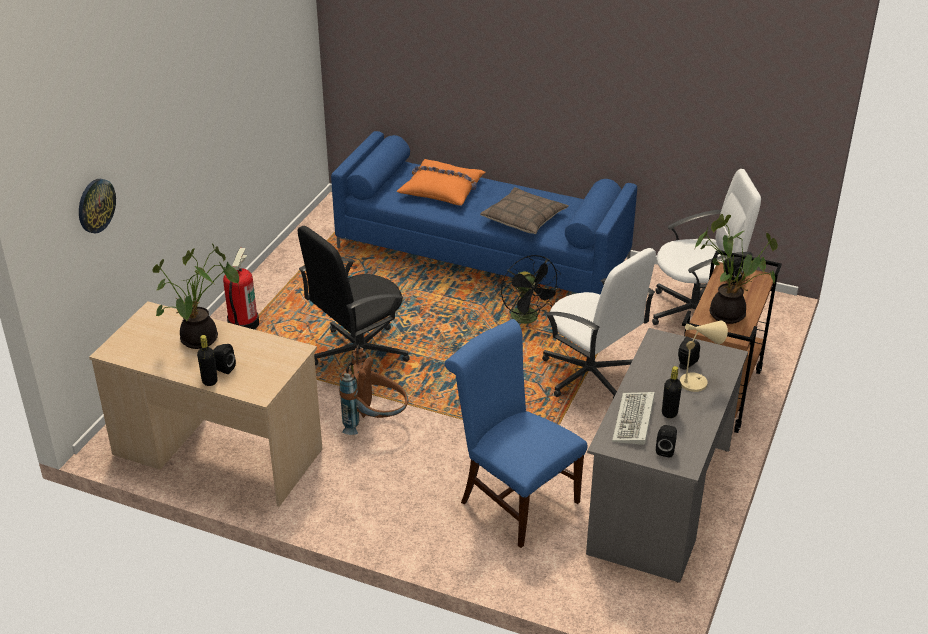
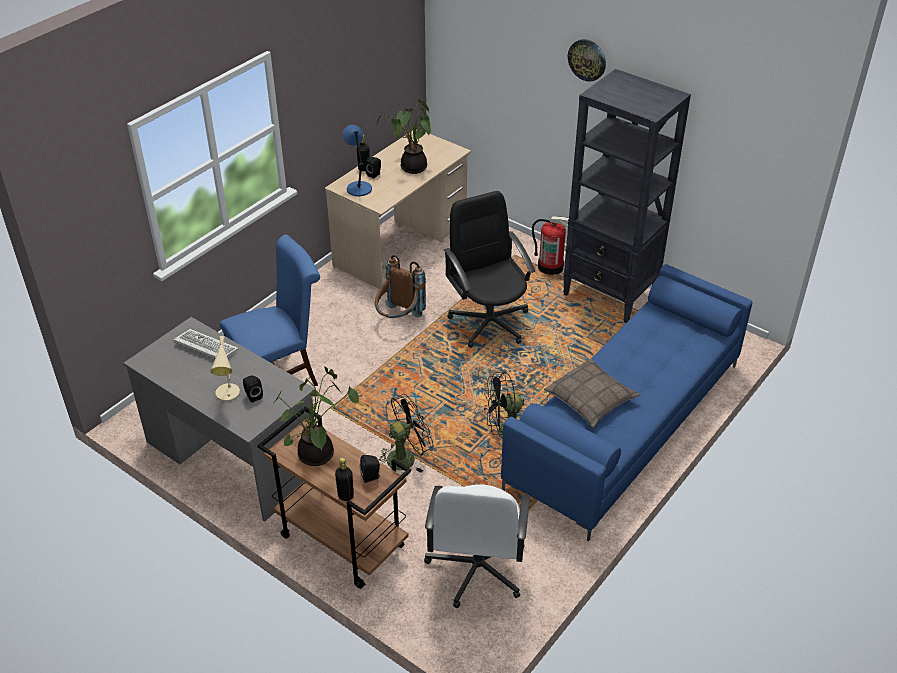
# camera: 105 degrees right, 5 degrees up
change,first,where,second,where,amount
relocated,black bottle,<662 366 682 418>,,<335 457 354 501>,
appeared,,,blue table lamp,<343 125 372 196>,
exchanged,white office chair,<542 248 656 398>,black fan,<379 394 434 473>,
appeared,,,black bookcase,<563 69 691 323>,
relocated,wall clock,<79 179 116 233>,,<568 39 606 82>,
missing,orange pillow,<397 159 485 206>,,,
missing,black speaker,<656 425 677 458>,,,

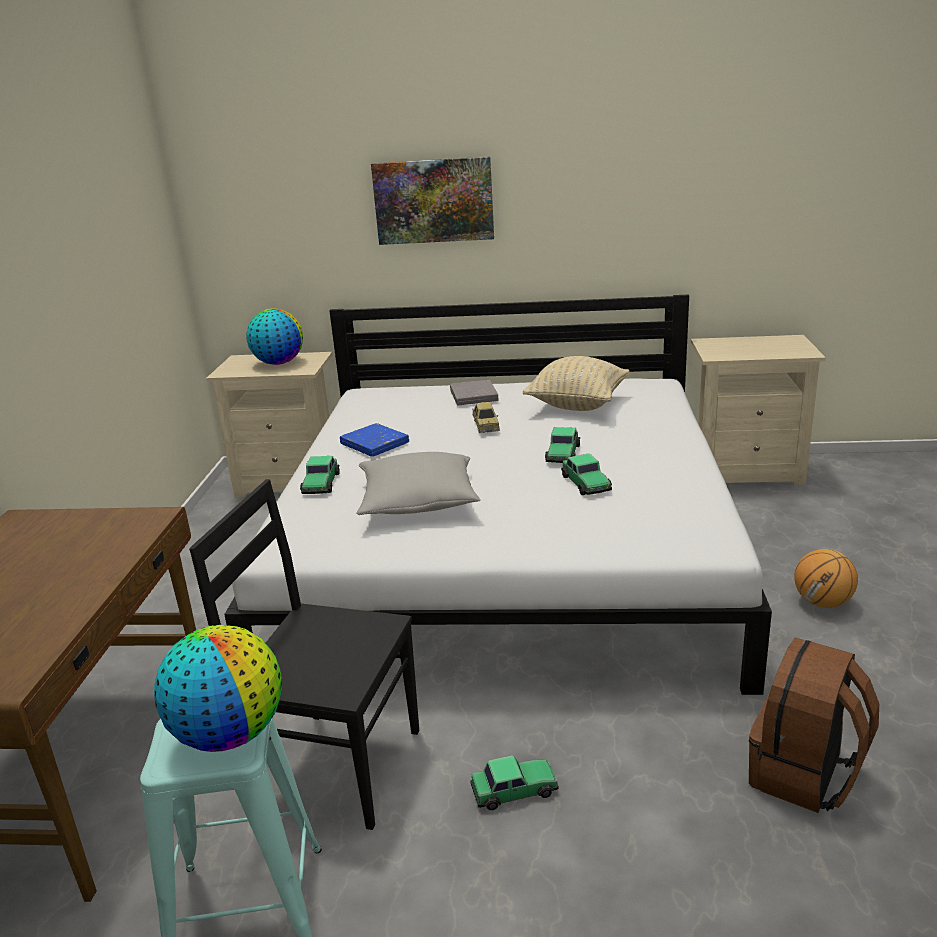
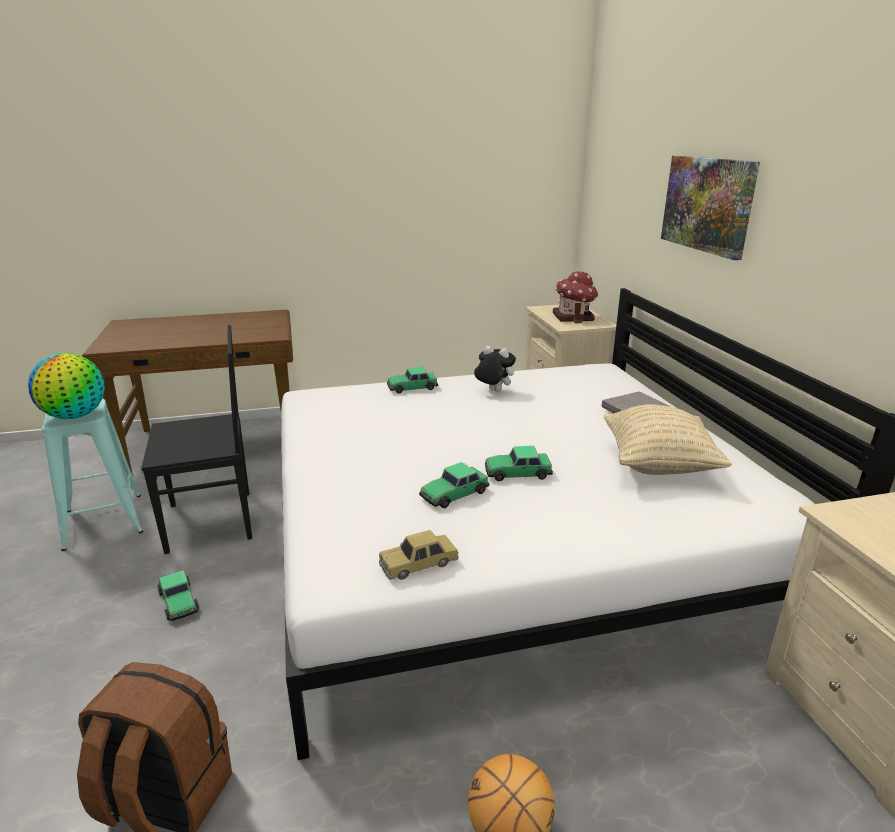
# camera: 70 degrees right, 0 degrees up
change,first,where,second,where,amount
spun,black chair,<189 479 419 830>,,<142 325 252 554>,75 degrees clockwise
relocated,toy car,<472 402 500 433>,,<379 530 459 580>,
exchanged,blue book,<340 423 409 457>,plush toy,<474 346 516 392>,
exchanged,globe,<246 308 303 365>,toy house,<553 271 598 323>,
missing,grey pillow,<356 452 481 515>,,,

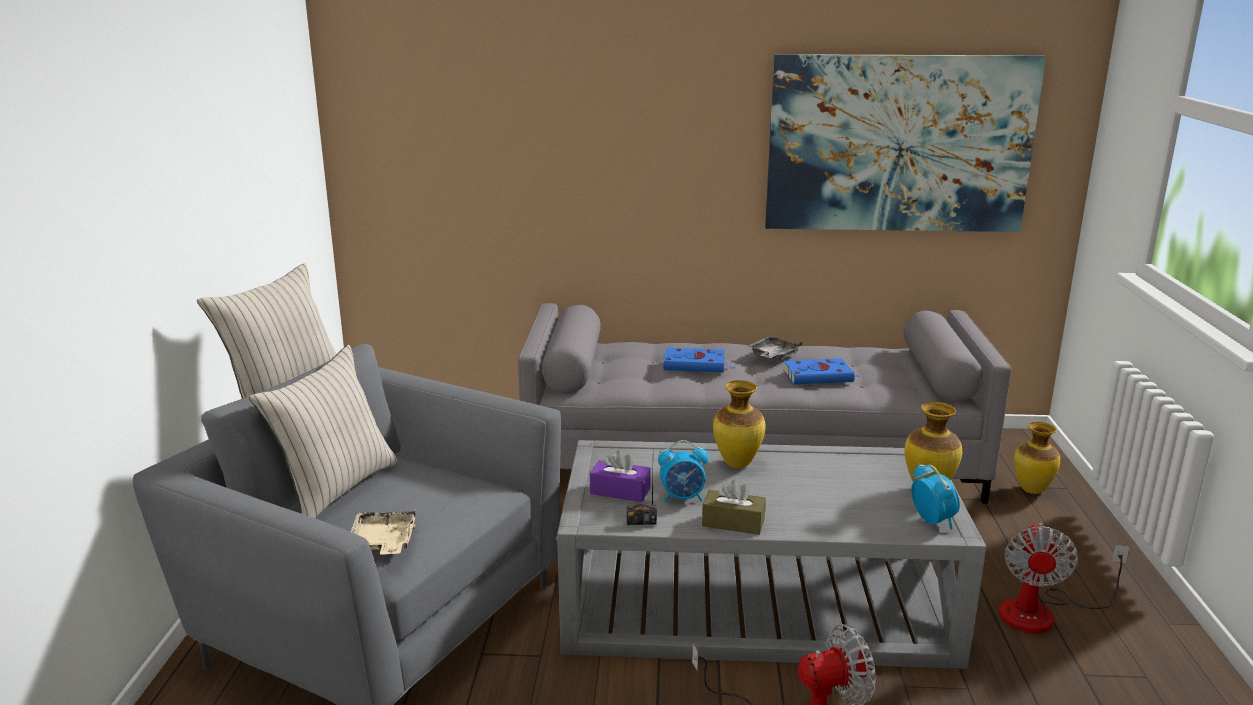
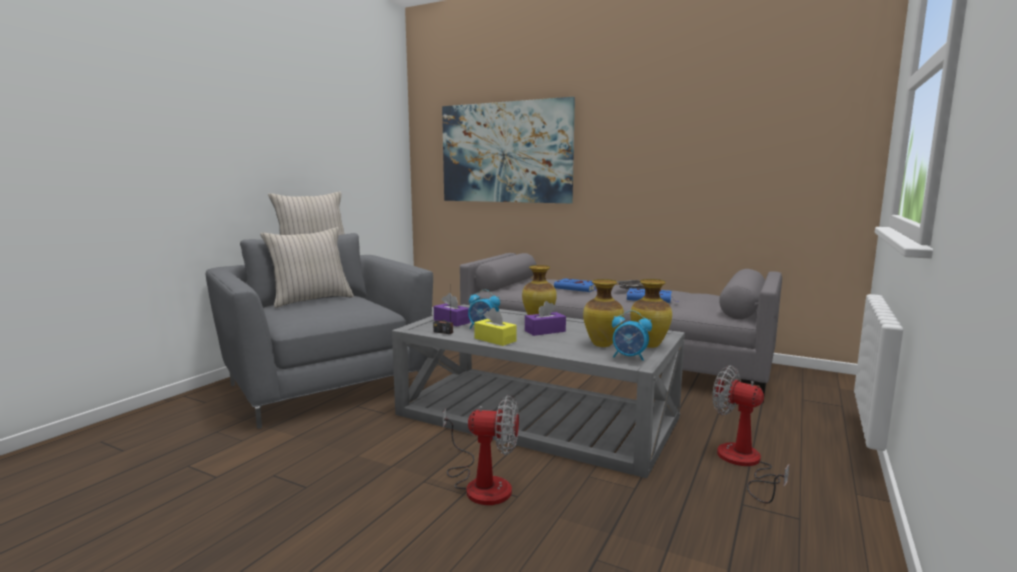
# camera: 25 degrees right, 10 degrees down
change,first,where,second,where,amount
relocated,picture,<765 54 1046 232>,,<442 97 575 203>,
colour,brown tissue box,<702 480 766 535>,yellow tissue box,<474 308 517 346>,
appeared,,,purple tissue box,<525 301 566 336>,
relocated,vase,<1014 422 1060 494>,,<583 279 624 347>,
spun,alarm clock,<911 464 960 530>,,<612 310 652 361>,105 degrees clockwise
spun,fan,<999 523 1130 634>,,<712 366 789 504>,90 degrees clockwise
missing,beige tray,<351 508 416 555>,,,

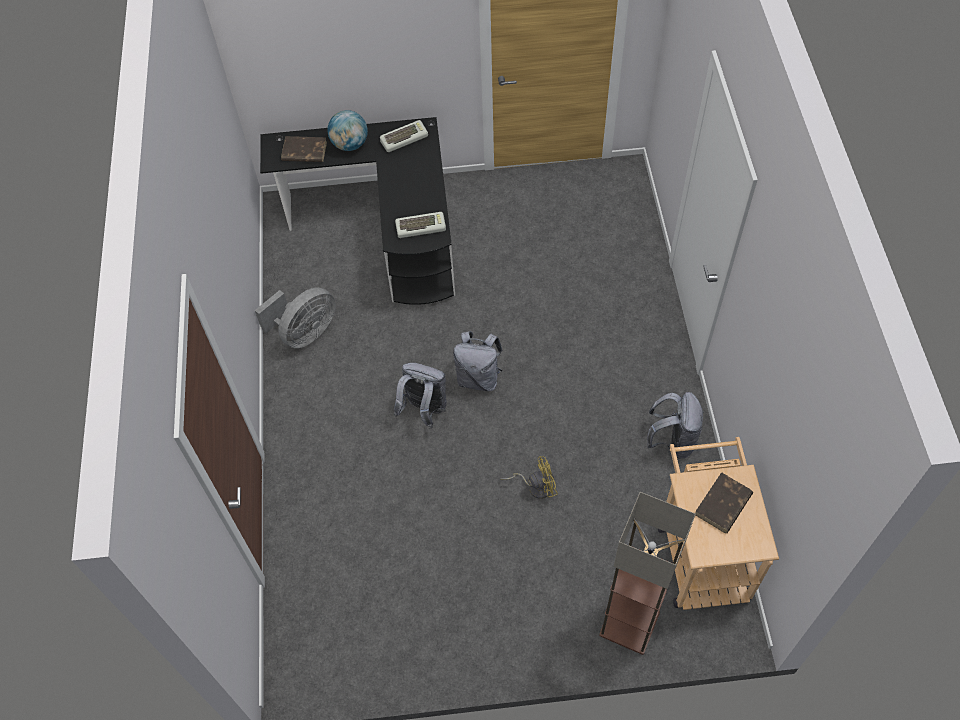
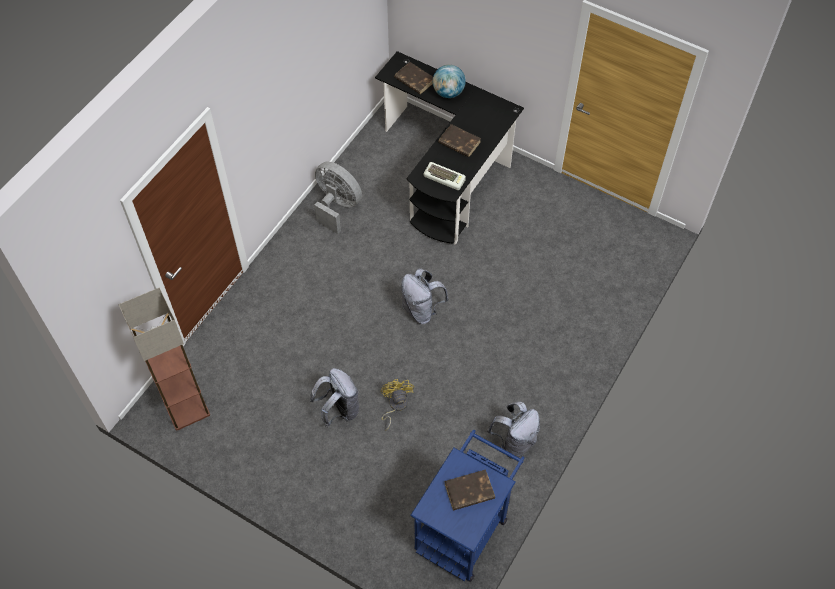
# camera: 35 degrees right, 0 degrees up
change,first,where,second,where,amount
relocated,floor lamp,<599 492 696 655>,,<118 287 210 431>,
relocated,grey backpack,<394 363 447 428>,,<310 368 359 427>,
spun,grey fan,<255 288 336 348>,,<314 161 362 234>,135 degrees counterclockwise
spun,yellow fan,<500 456 558 499>,,<381 379 414 431>,120 degrees counterclockwise
colour,beige cart,<658 437 779 610>,blue cart,<410 429 525 582>,
appeared,,,brown book,<438 124 481 157>,
missing,keyboard,<380 120 428 152>,,,

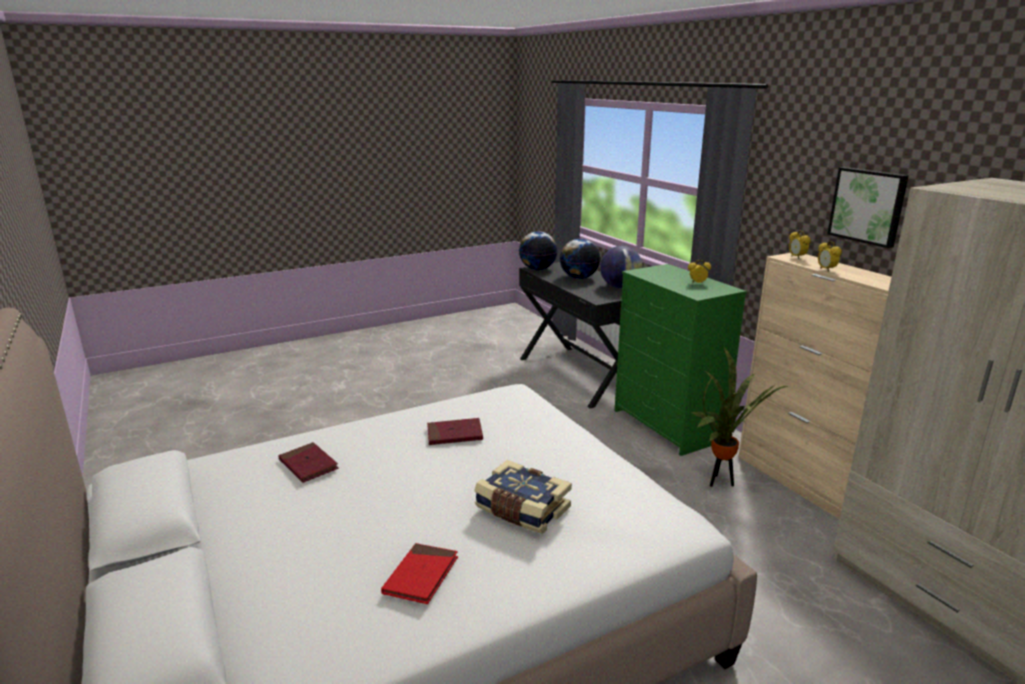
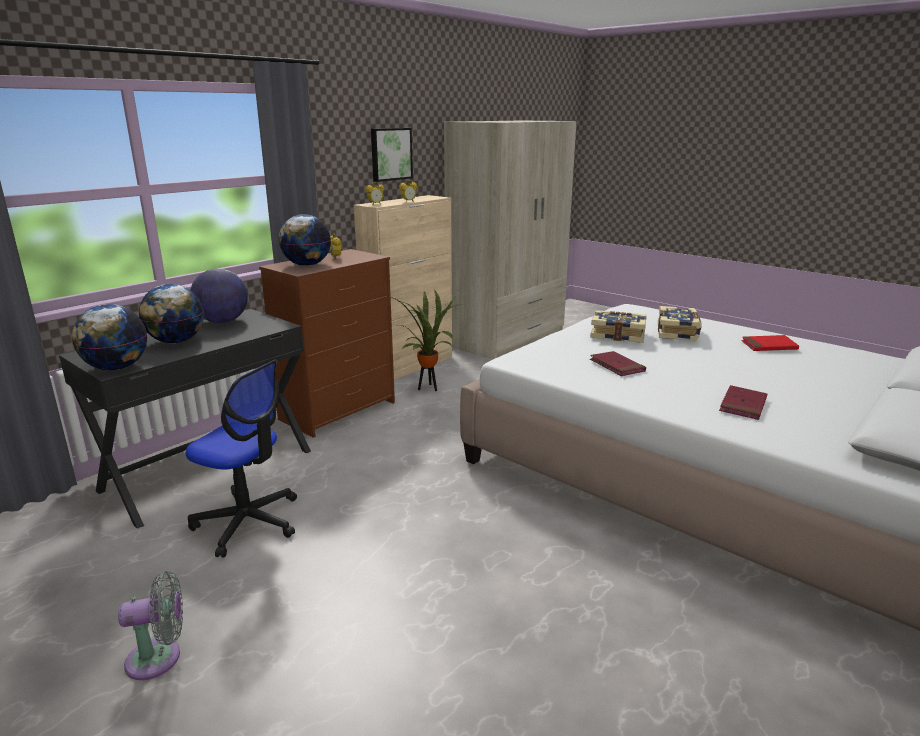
# camera: 110 degrees left, 0 degrees up
change,first,where,second,where,amount
appeared,,,grey fan,<118 571 183 680>,
appeared,,,office chair,<185 360 297 558>,
colour,green dresser,<615 264 747 456>,brown dresser,<259 249 395 438>,
appeared,,,globe,<279 214 331 266>,
appeared,,,book,<590 310 647 343>,

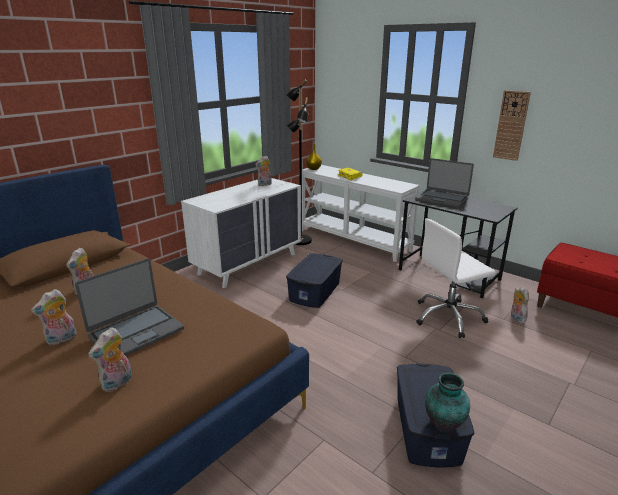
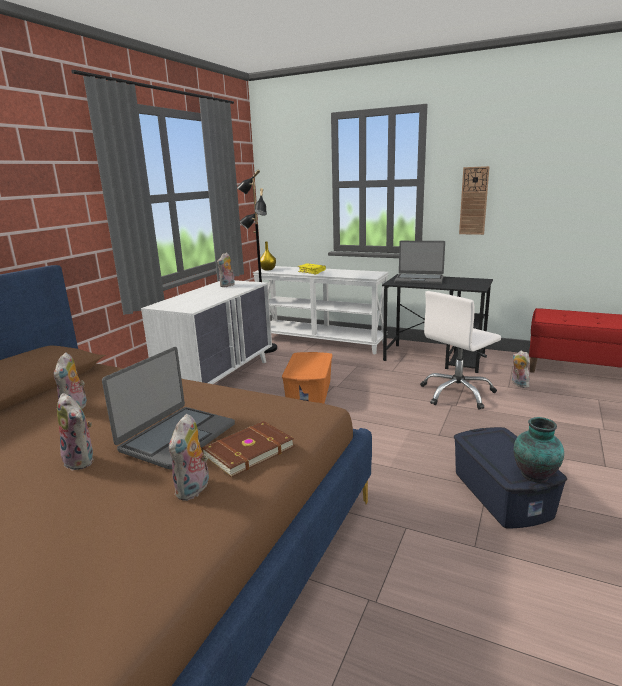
# camera: 15 degrees left, 5 degrees down
change,first,where,second,where,amount
spun,plush toy,<31 289 76 345>,,<57 393 93 471>,75 degrees counterclockwise
appeared,,,brown book,<201 421 295 478>,
colour,blue storage box,<286 253 343 308>,orange storage box,<282 352 332 404>,

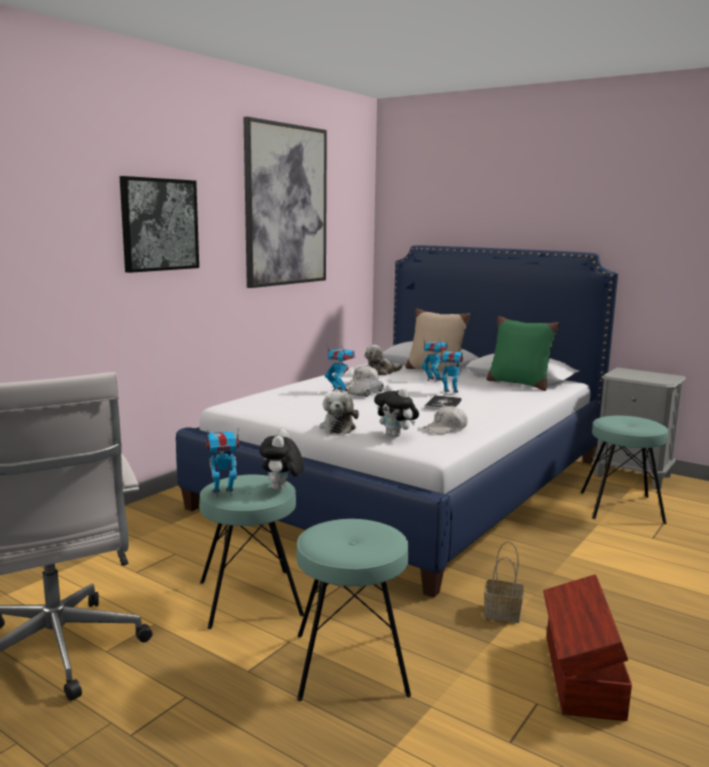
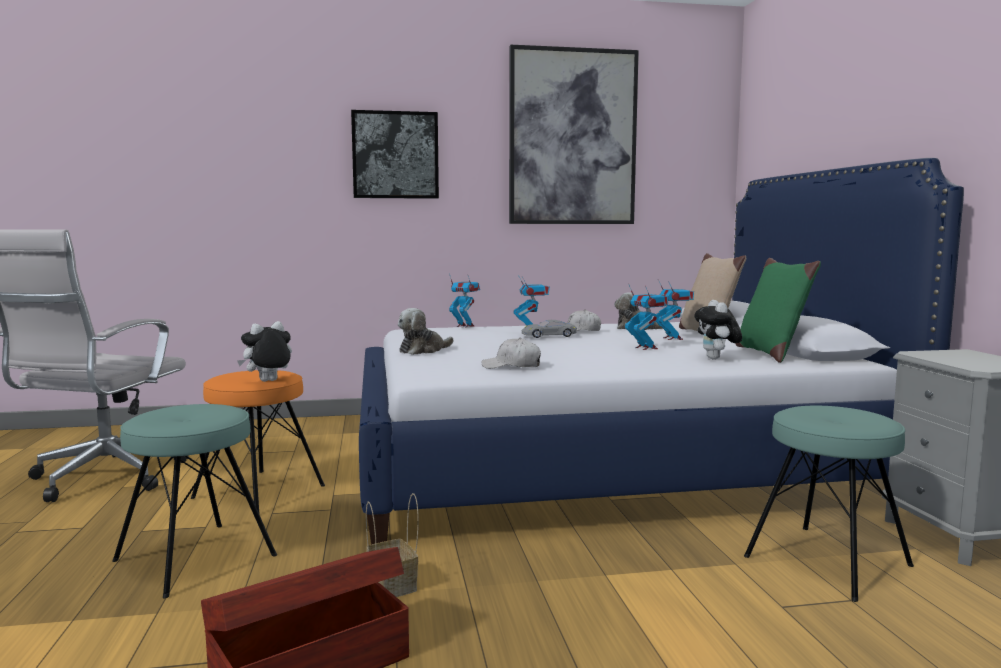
# camera: 45 degrees right, 5 degrees down
change,first,where,second,where,amount
colour,turquoise stool,<199 475 304 629>,orange stool,<191 370 325 515>,
relocated,toy robot,<206 430 239 497>,,<449 274 480 328>,
relocated,plush toy,<374 385 419 437>,,<694 300 742 360>,
missing,book,<424 395 462 410>,,,

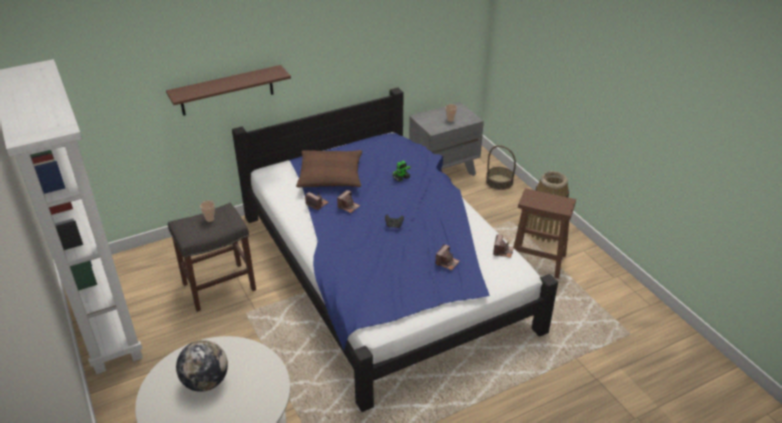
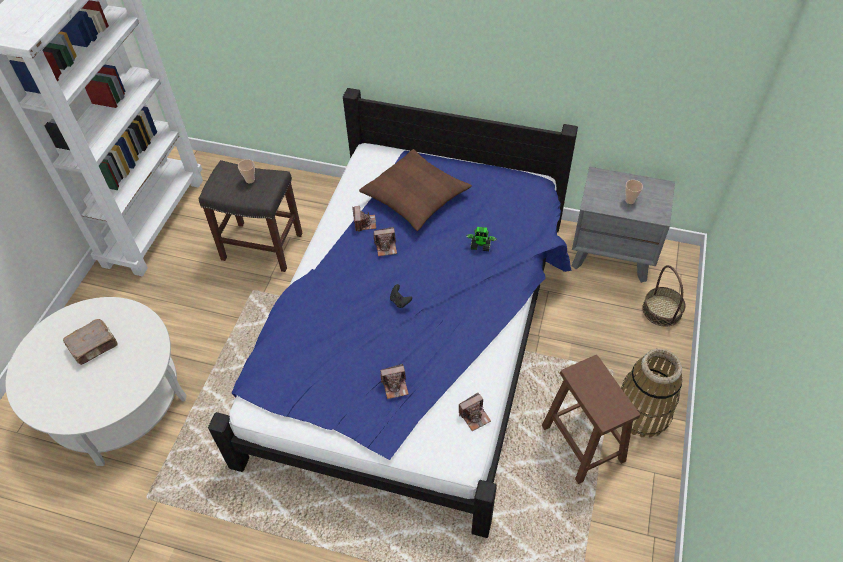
# camera: 45 degrees right, 15 degrees up
change,first,where,second,where,amount
exchanged,globe,<176 340 228 392>,brown book,<63 319 118 365>,
missing,brown shelf,<166 65 291 116>,,,

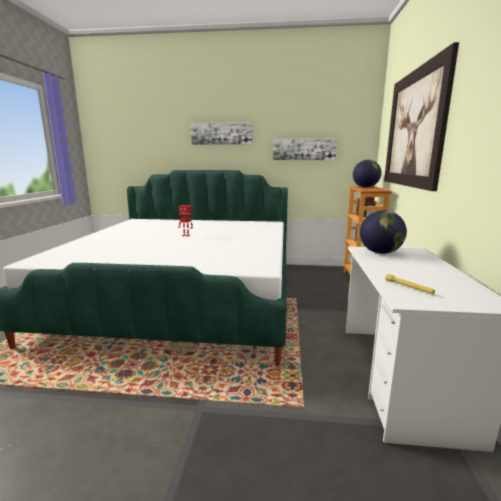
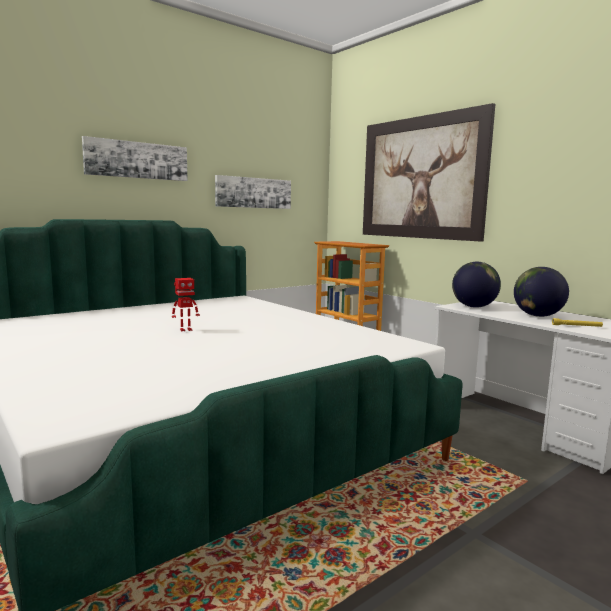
# camera: 45 degrees left, 5 degrees down
change,first,where,second,where,amount
relocated,globe,<353 160 382 188>,,<514 267 569 317>,

